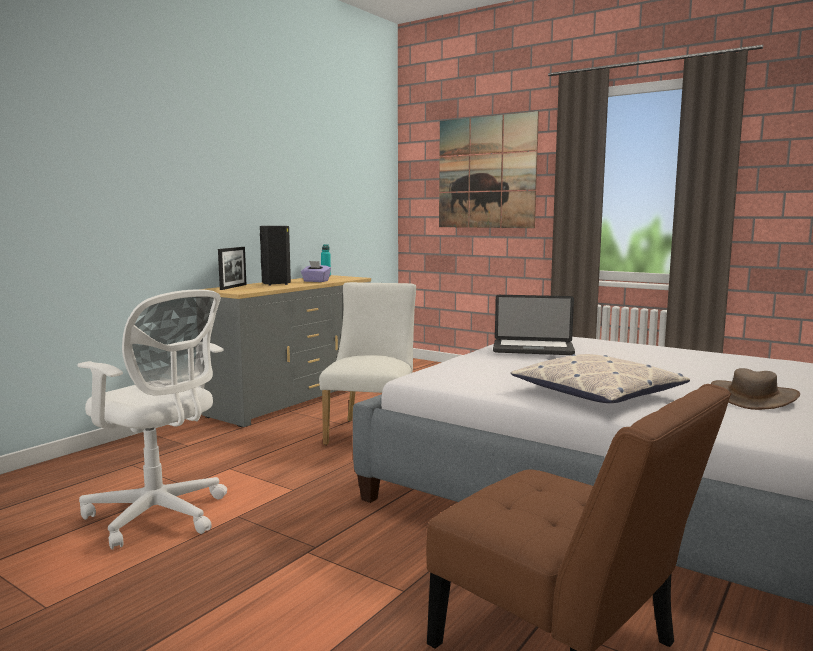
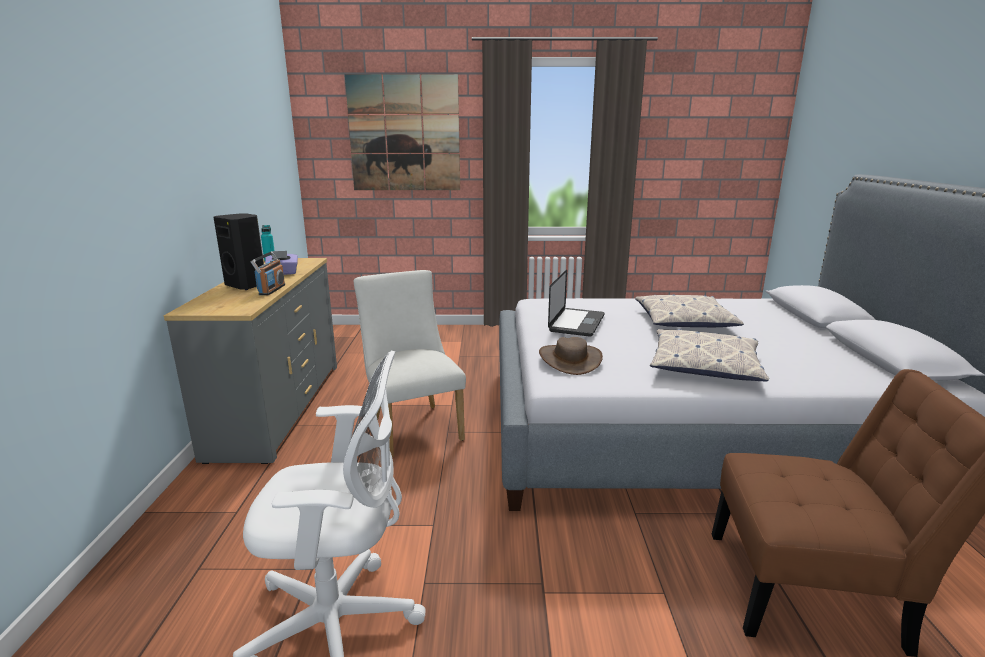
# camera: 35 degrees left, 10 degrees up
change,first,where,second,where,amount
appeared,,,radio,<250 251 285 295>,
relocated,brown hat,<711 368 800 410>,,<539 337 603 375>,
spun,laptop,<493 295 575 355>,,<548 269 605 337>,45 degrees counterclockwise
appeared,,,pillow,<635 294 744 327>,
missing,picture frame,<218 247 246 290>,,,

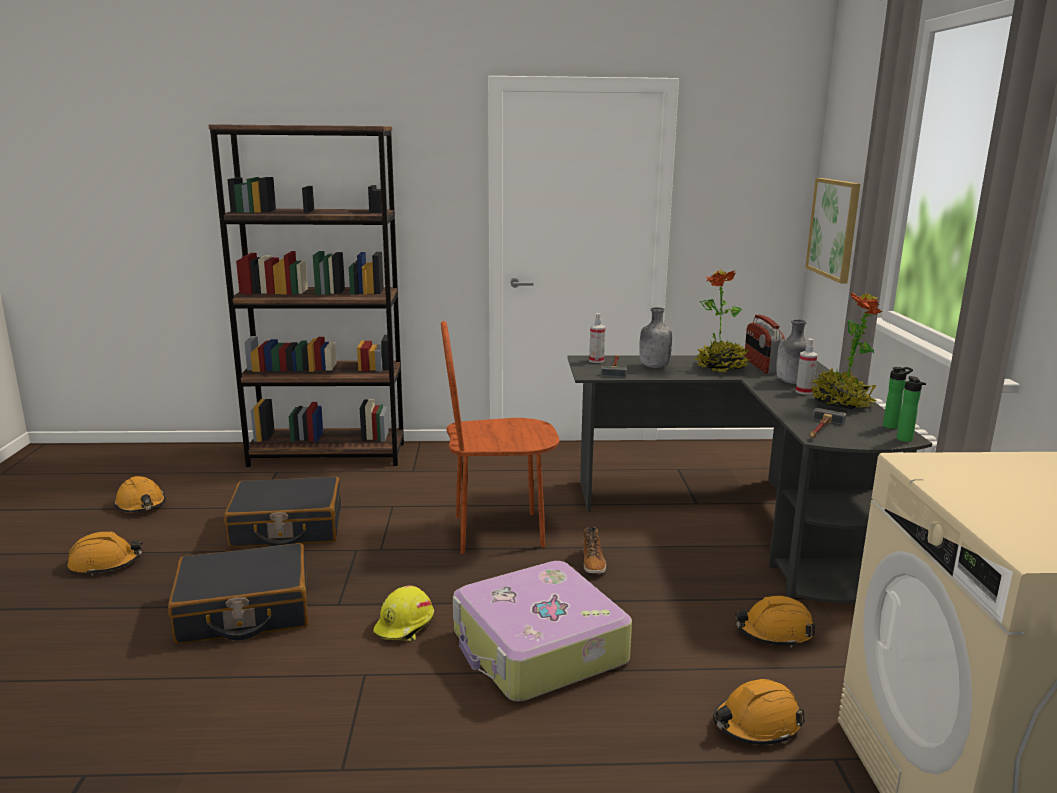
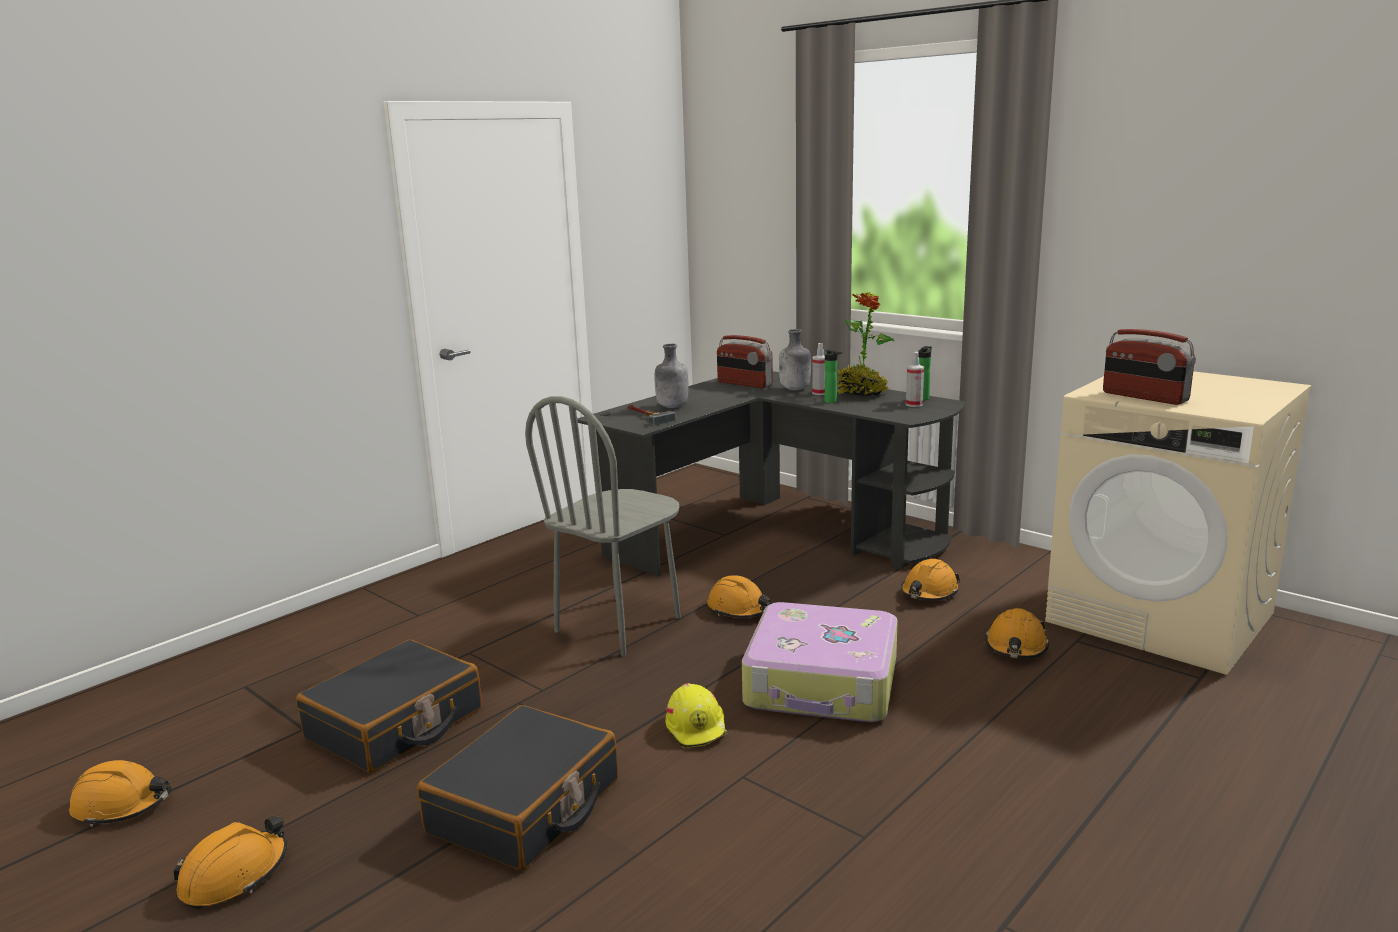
# camera: 45 degrees left, 0 degrees up
change,first,where,second,where,amount
colour,brown chair,<441 321 559 554>,grey chair,<525 396 681 656>,
exchanged,boot,<583 527 606 574>,orange hard hat,<707 575 771 618>,
relocated,bottle,<897 376 926 442>,,<825 350 842 403>,
relocated,spray bottle,<589 313 606 363>,,<906 352 924 407>,
appeared,,,radio,<1103 329 1196 405>,
missing,brown bookcase,<208 124 404 467>,,,
missing,potted plant,<695 269 751 373>,,,
missing,picture,<805 178 860 284>,,,
missing,hammer,<809 408 846 438>,,,

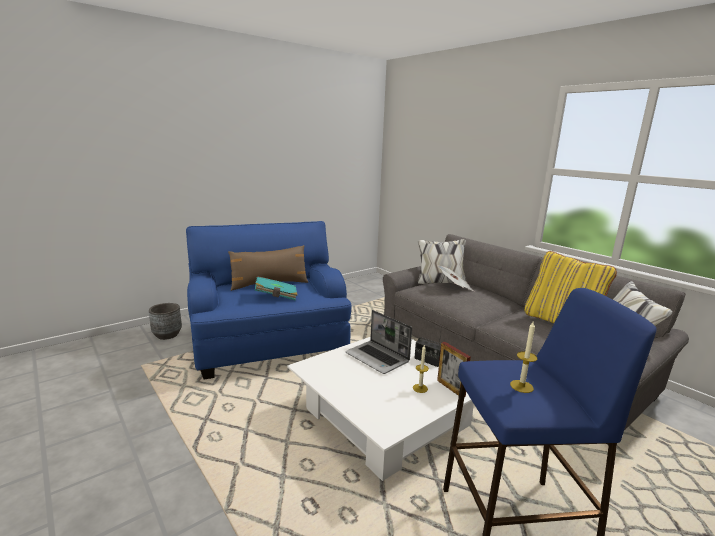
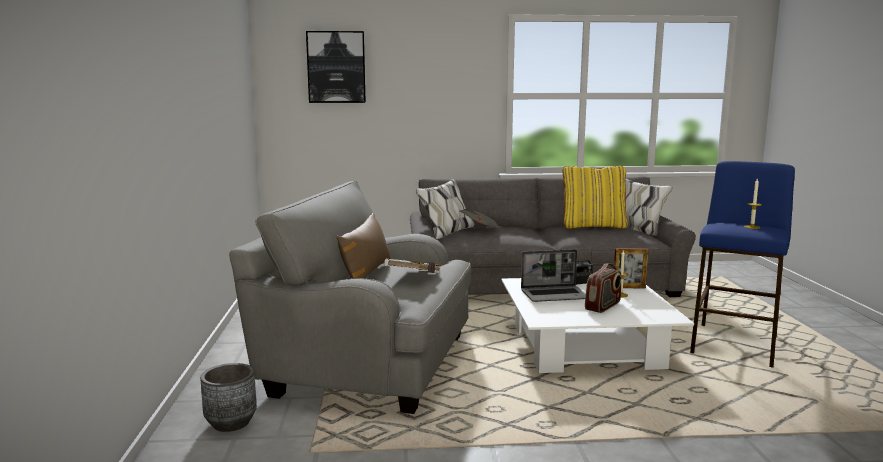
# camera: 55 degrees left, 5 degrees down
change,first,where,second,where,amount
colour,blue armchair,<186 221 351 380>,grey armchair,<229 181 471 414>,
appeared,,,picture,<306 31 366 103>,
colour,turquoise book,<255 276 298 301>,white book,<384 259 442 274>,
appeared,,,radio,<585 263 621 313>,

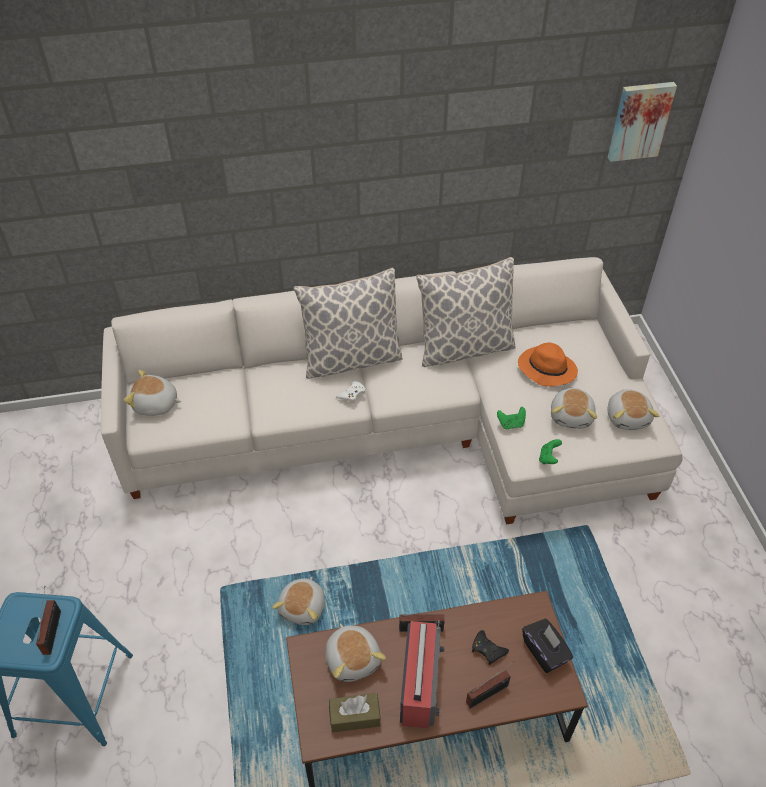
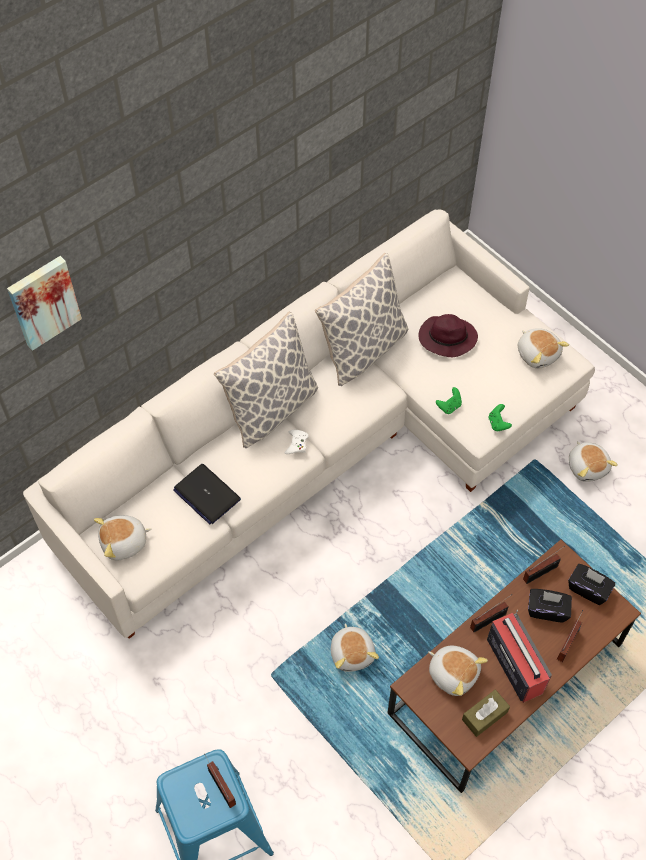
# camera: 30 degrees left, 10 degrees up
change,first,where,second,where,amount
relocated,picture,<608 82 677 162>,,<7 256 82 351>,
appeared,,,laptop,<173 464 241 525>,
colour,orange hat,<518 343 578 387>,purple hat,<418 314 478 357>,
appeared,,,radio,<523 546 565 584>,
exchanged,black game controller,<472 630 509 665>,black tissue box,<528 589 572 623>,
relocated,plush toy,<551 388 597 429>,,<569 441 618 482>,

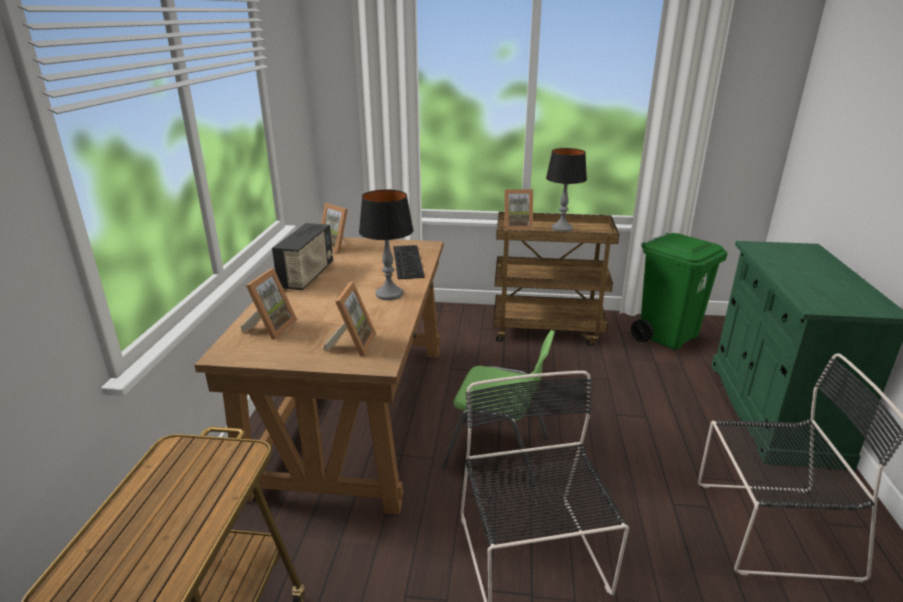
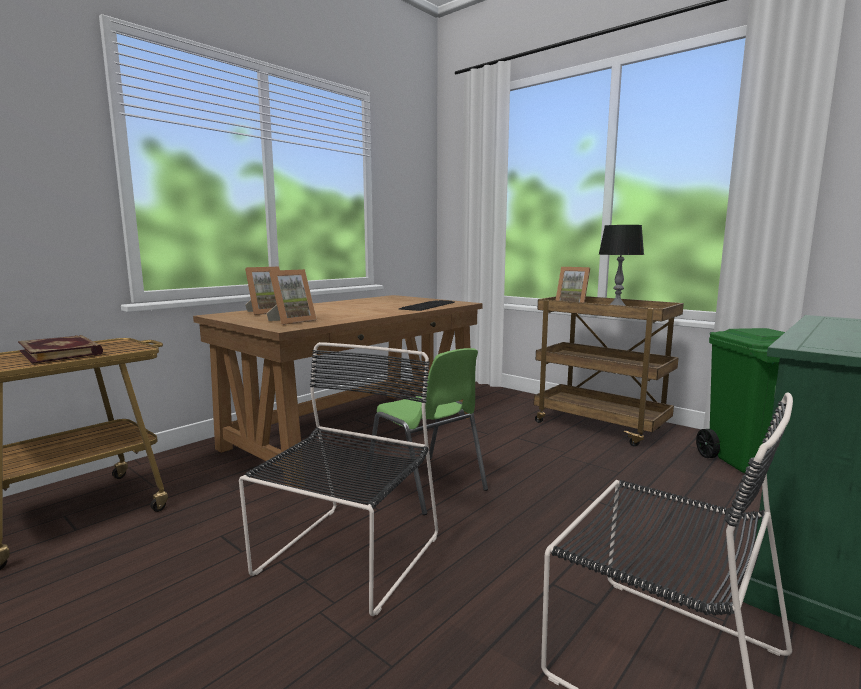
# camera: 35 degrees right, 15 degrees down
change,first,where,second,where,amount
appeared,,,book,<18 335 103 364>,
missing,radio,<272 223 333 290>,,,
missing,picture frame,<321 203 348 253>,,,
missing,table lamp,<359 190 414 300>,,,

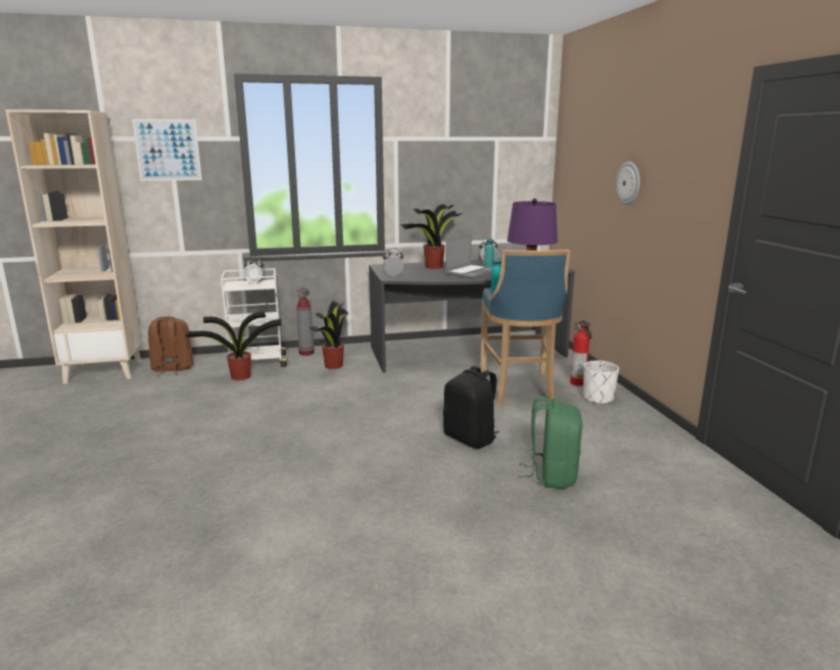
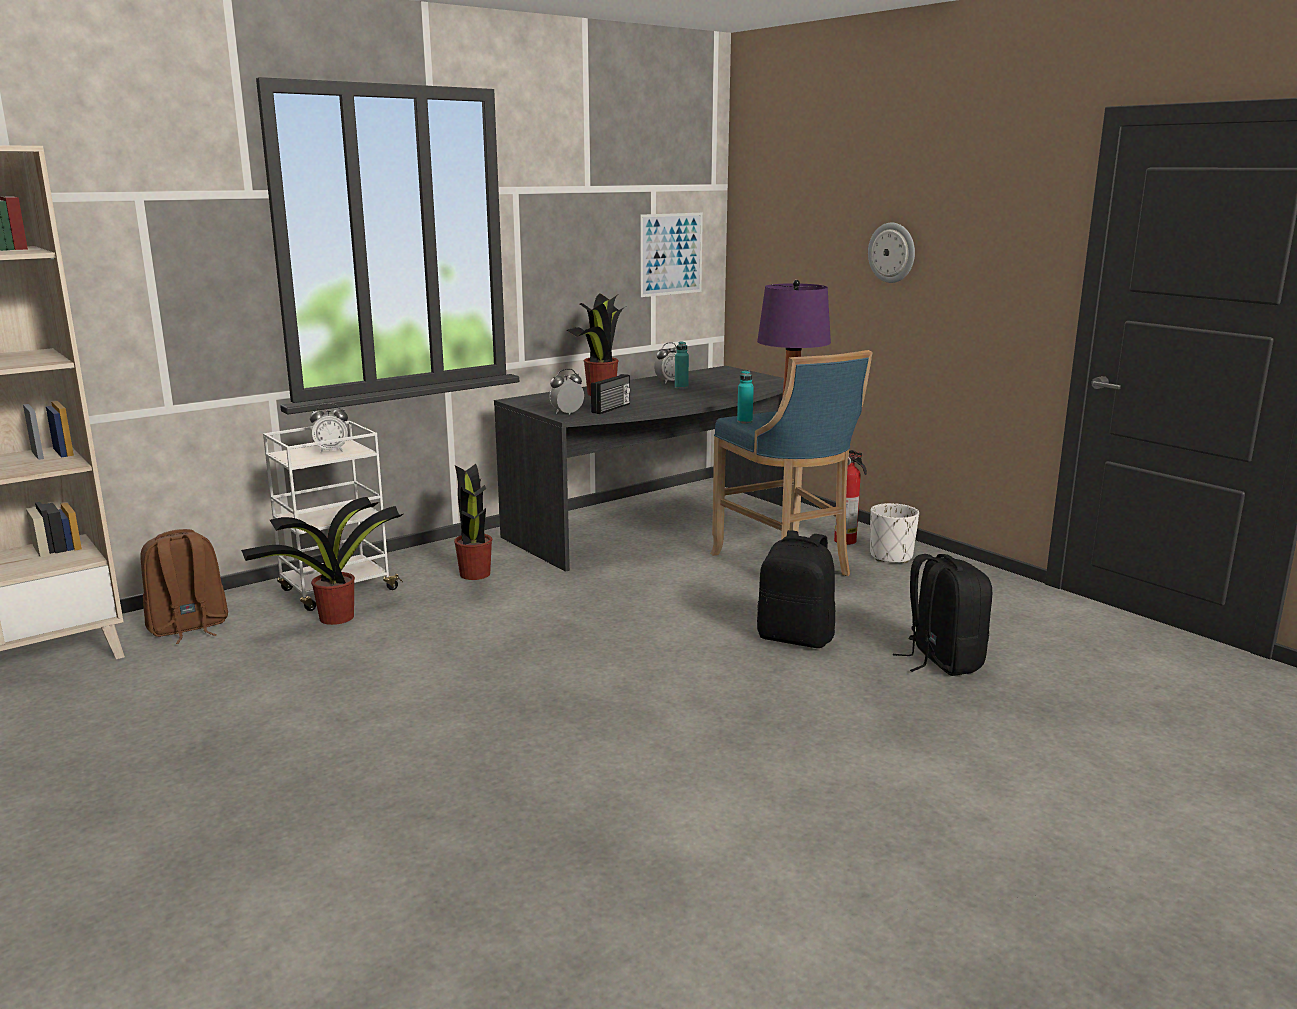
# camera: 25 degrees left, 0 degrees up
change,first,where,second,where,amount
appeared,,,radio,<591 374 630 414>,
relocated,picture,<132 119 202 181>,,<640 213 703 297>,
colour,green backpack,<519 396 582 489>,black backpack,<893 554 992 676>,
missing,fire extinguisher,<297 286 314 356>,,,
missing,laptop,<445 234 492 279>,,,

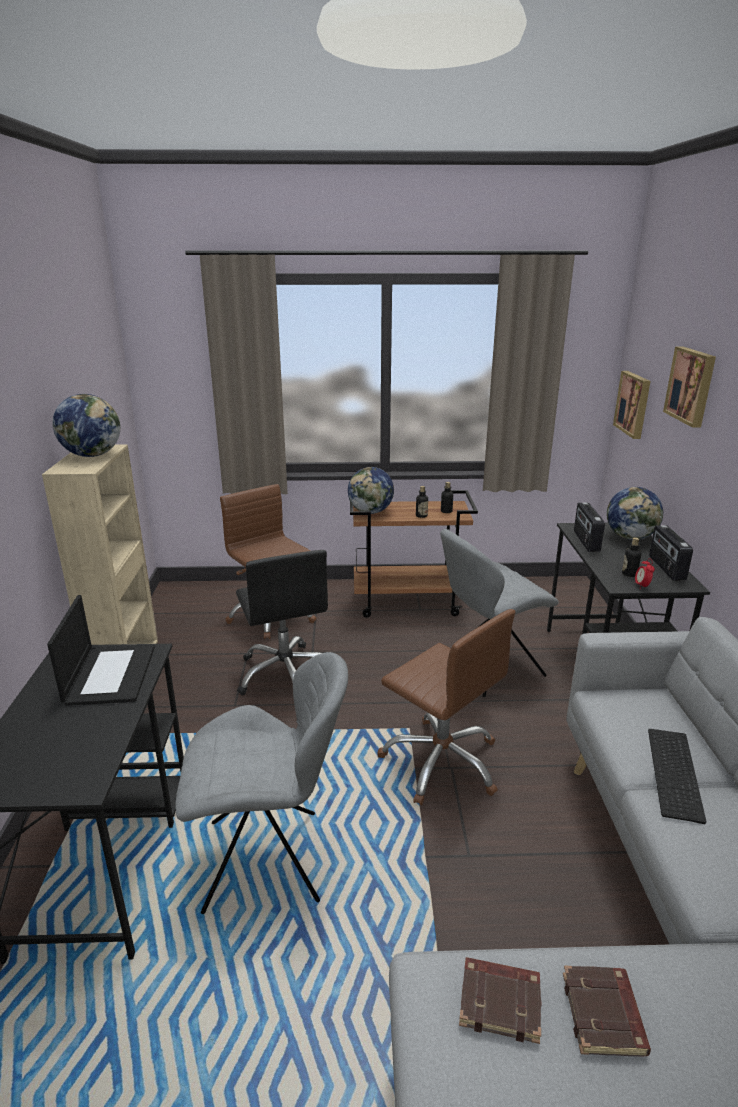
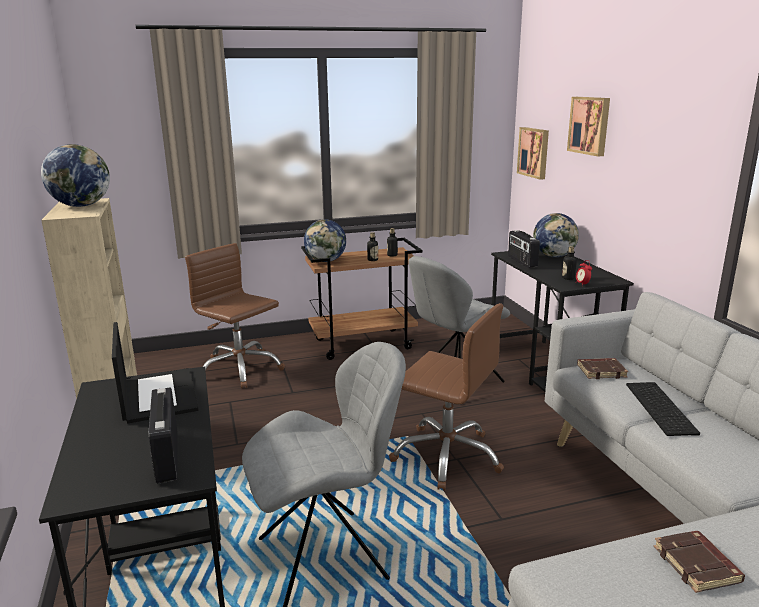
# camera: 15 degrees left, 5 degrees down
change,first,where,second,where,amount
relocated,radio,<649 525 693 581>,,<148 387 178 484>,
relocated,brown book,<459 957 541 1044>,,<577 358 628 379>,
missing,black office chair,<236 550 328 696>,,,

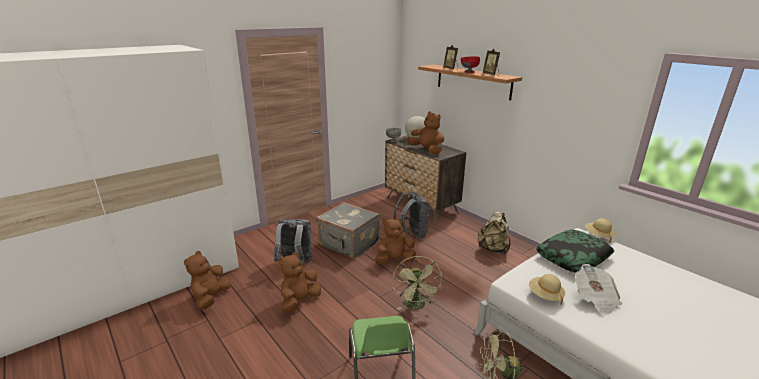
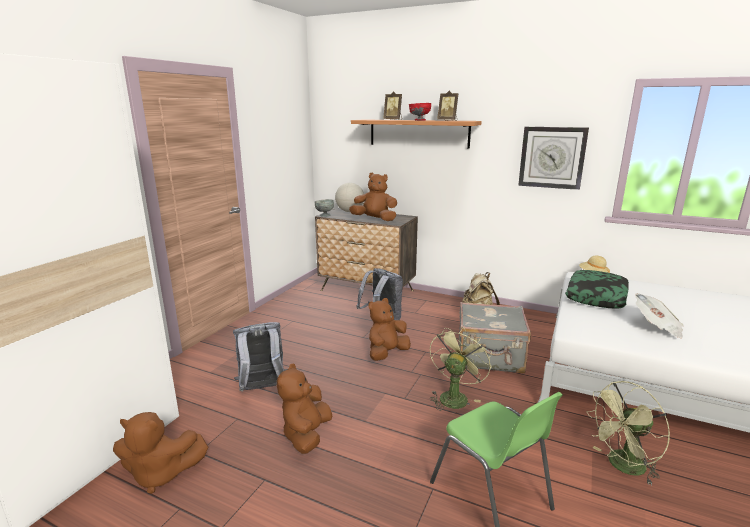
# camera: 25 degrees left, 5 degrees down
change,first,where,second,where,amount
spun,brown plush toy,<184 251 230 310>,,<113 412 208 494>,75 degrees counterclockwise
spun,green fan,<392 256 443 310>,,<430 328 492 411>,120 degrees counterclockwise
relocated,grey suitcase,<316 202 380 259>,,<458 302 531 373>,
appeared,,,wall clock,<518 127 589 190>,
missing,beige hat,<529 274 565 305>,,,

